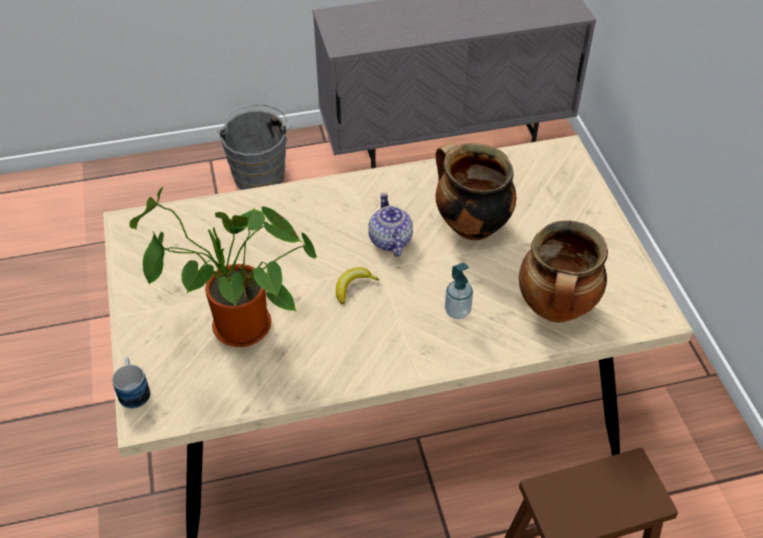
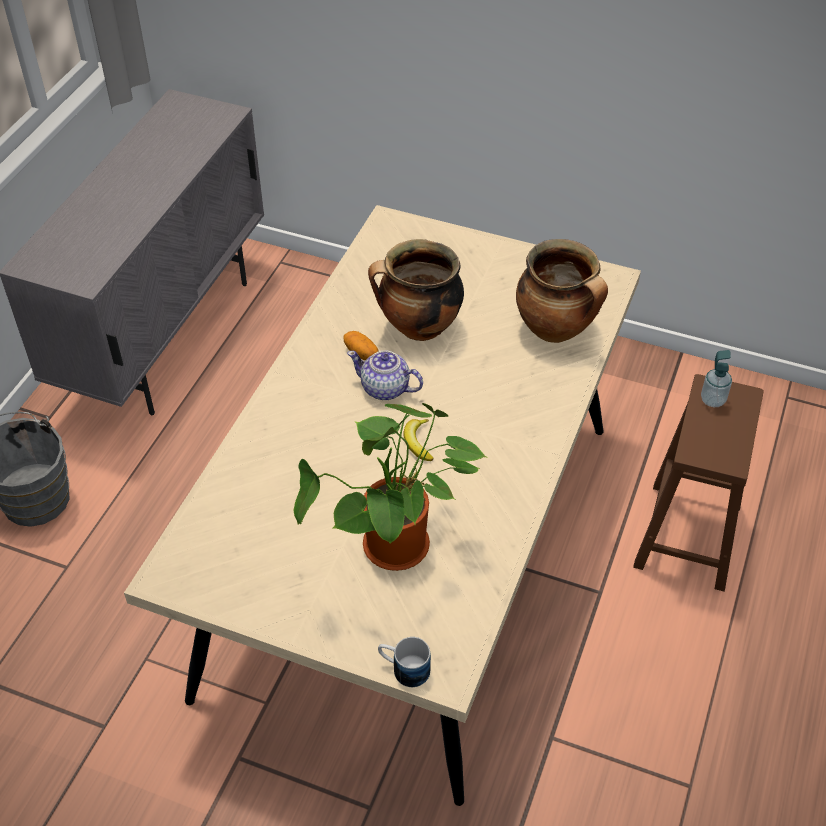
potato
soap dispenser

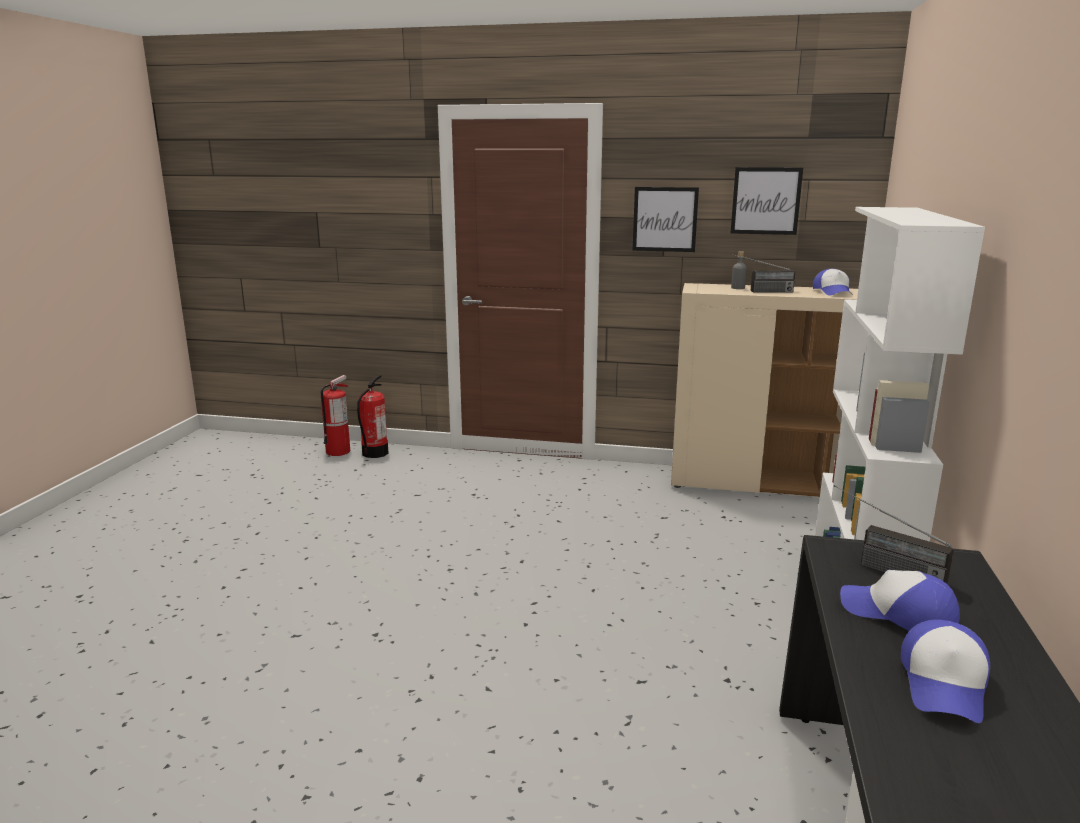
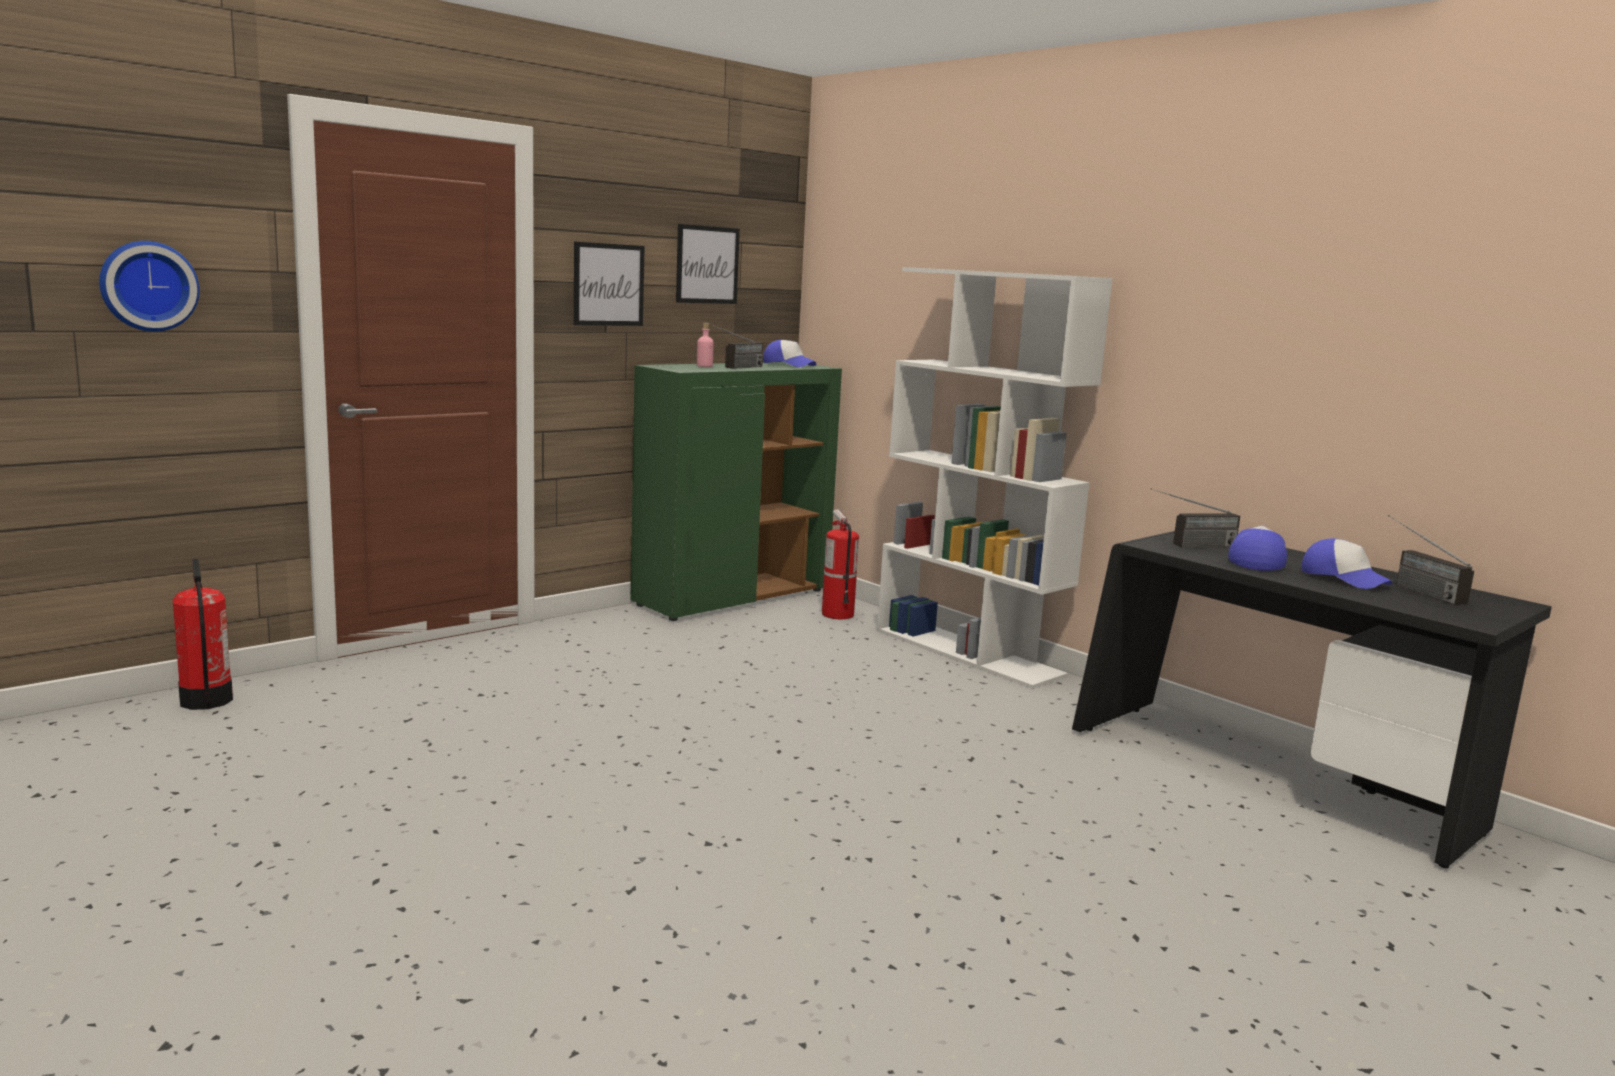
clock on the wall
radio receiver (no. 3 from left)
fire-fighting cylinder (no. 2 from left)
cabinet in greenish
bottle in pink
baseball cap (no. 2 from left)

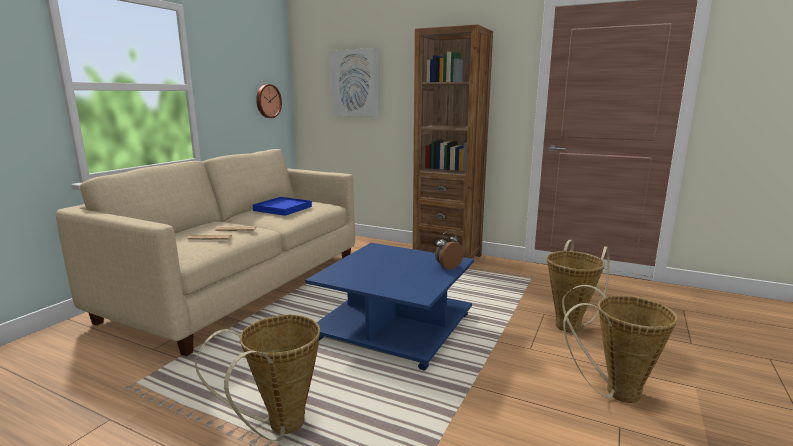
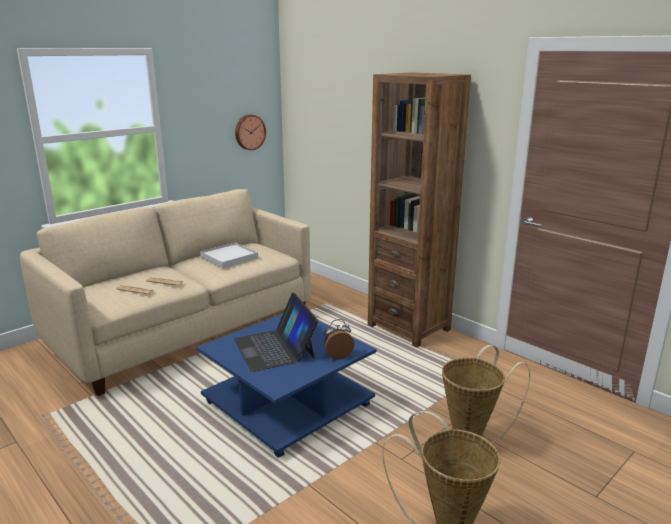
storage basket (no. 1 from left in the first image)
picture
notebook computer
serving tray in whitish

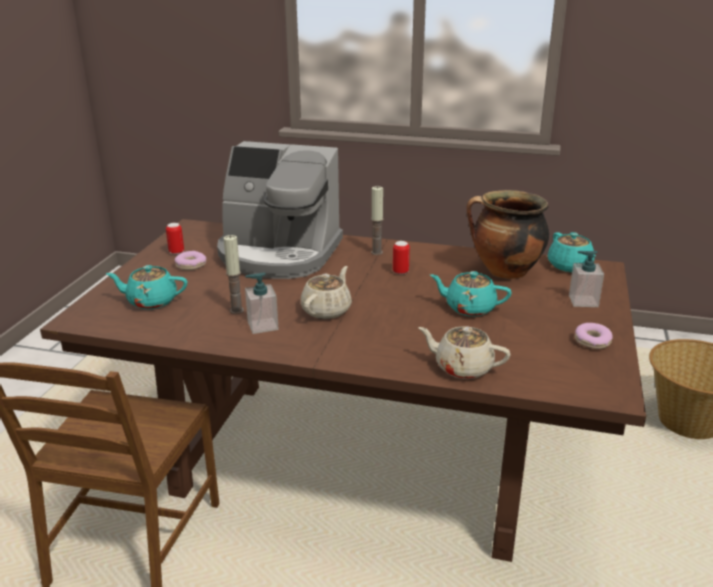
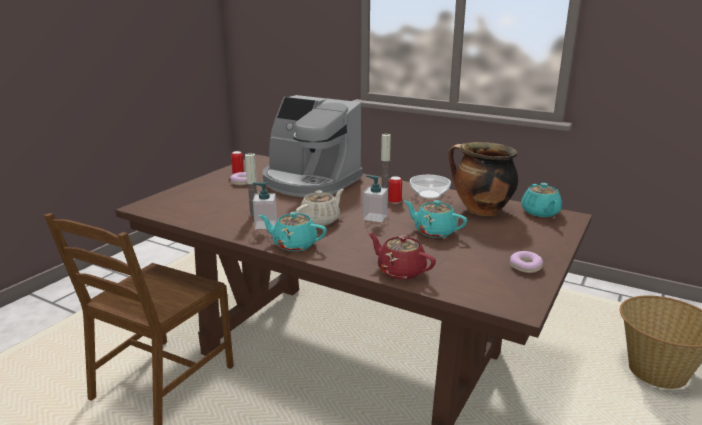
bowl
tea pot in turquoise-coloured (no. 1 from left)
soap dispenser (no. 2 from left)
tea pot in red-coloured

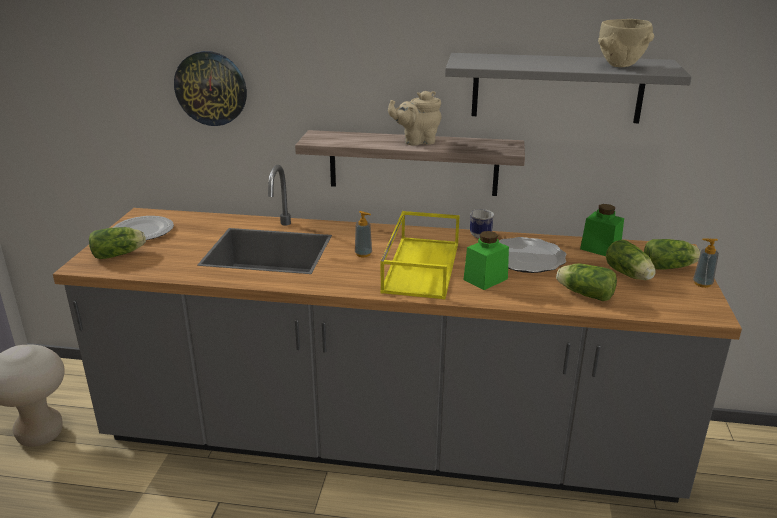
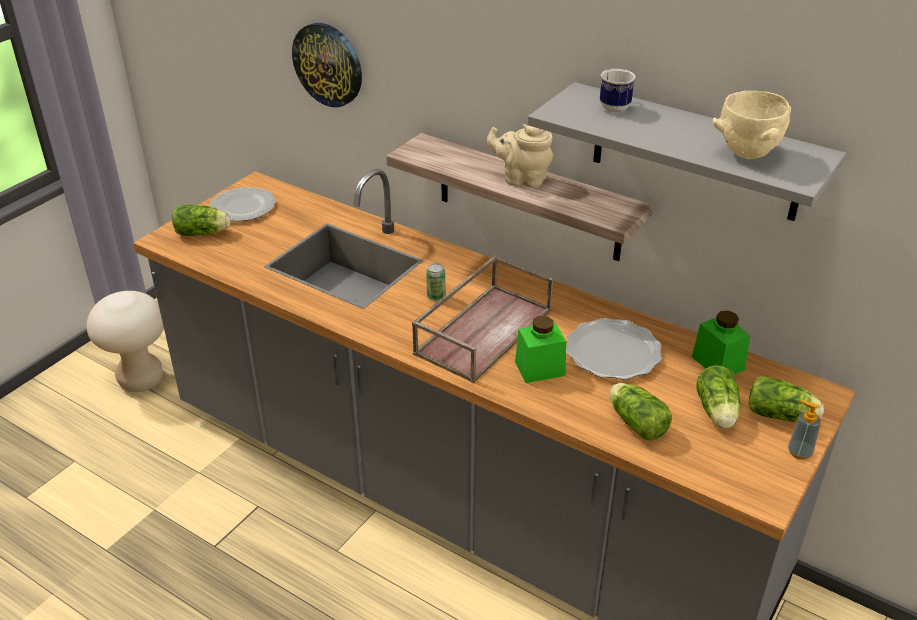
mug
sealed can
serving tray in brown-coloured

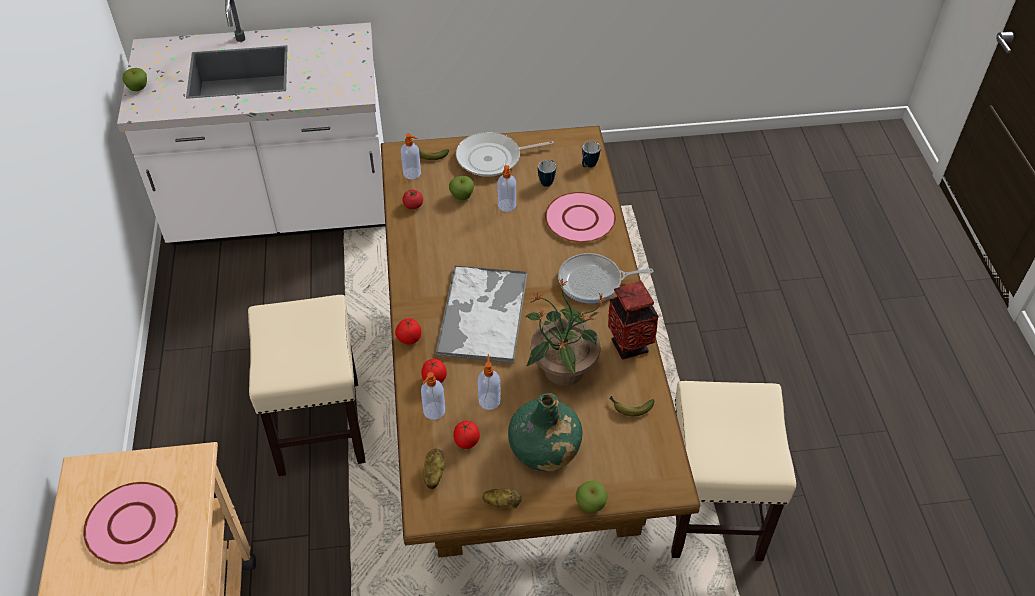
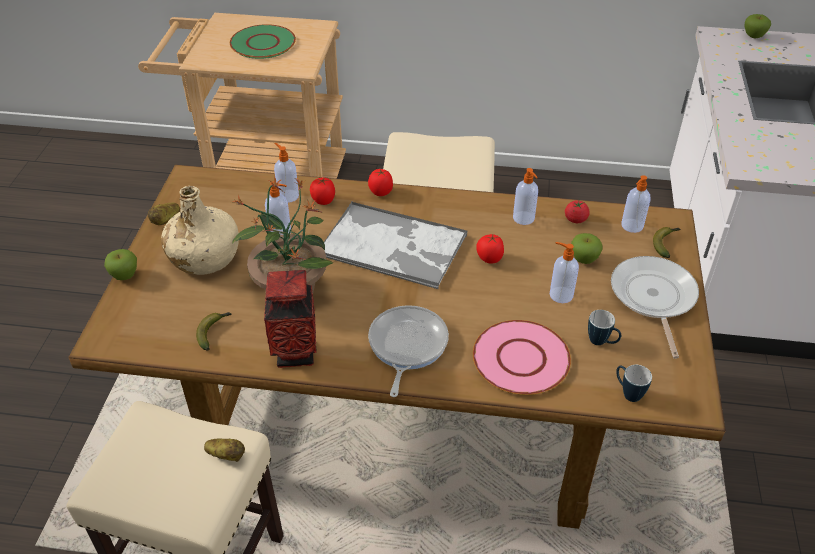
soap dispenser (no. 3 from left)
potato (no. 2 from left)
tomato (no. 3 from left)
dinner plate in greenish
bottle in sand-coloured

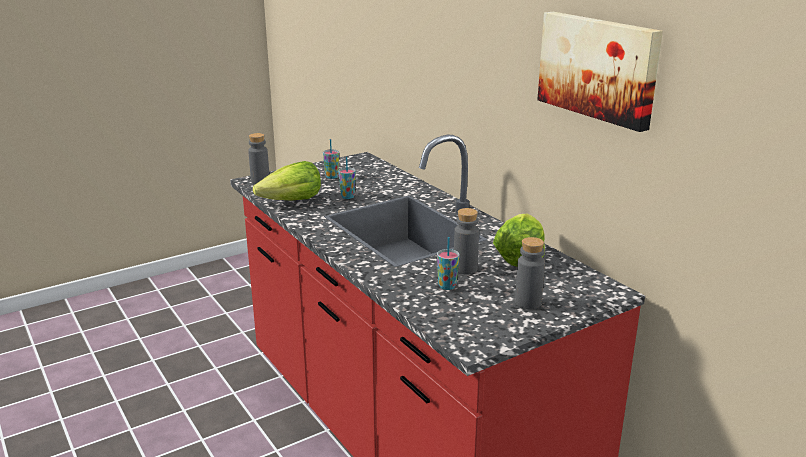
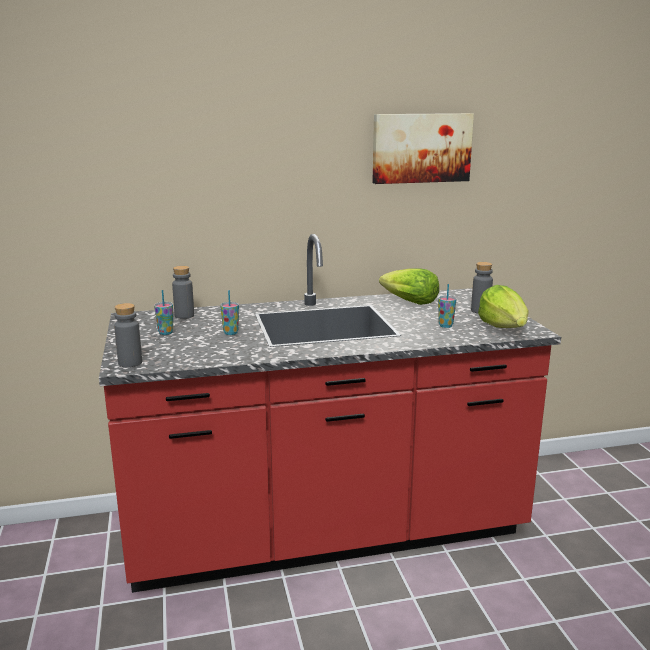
lettuce (no. 2 from left)
bottle in greyish (no. 2 from left)

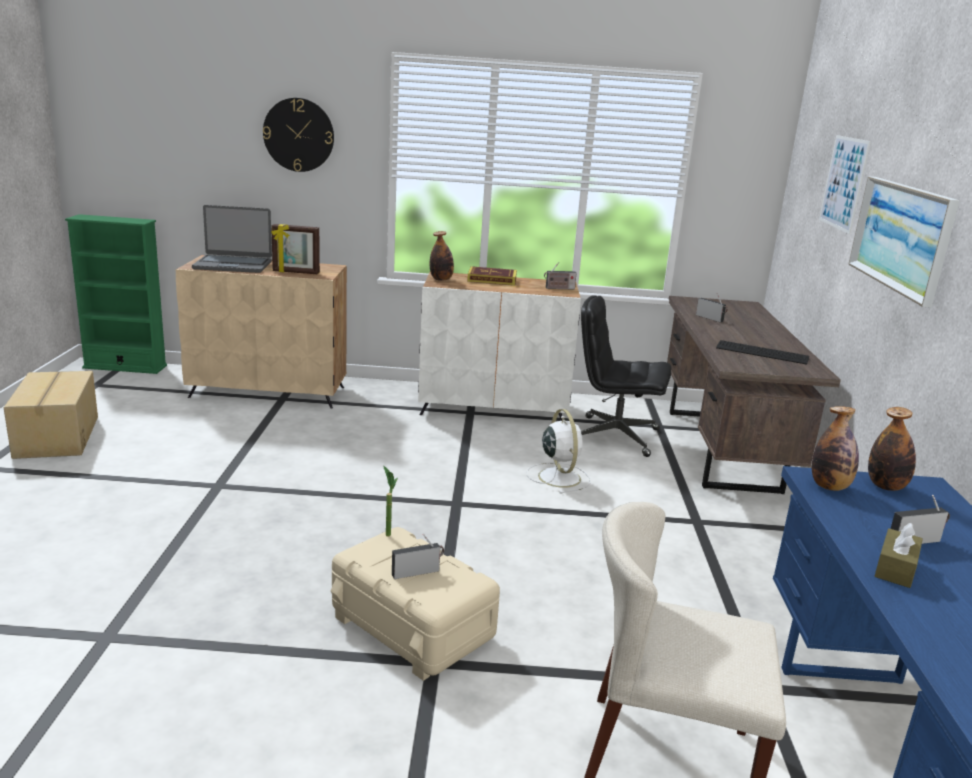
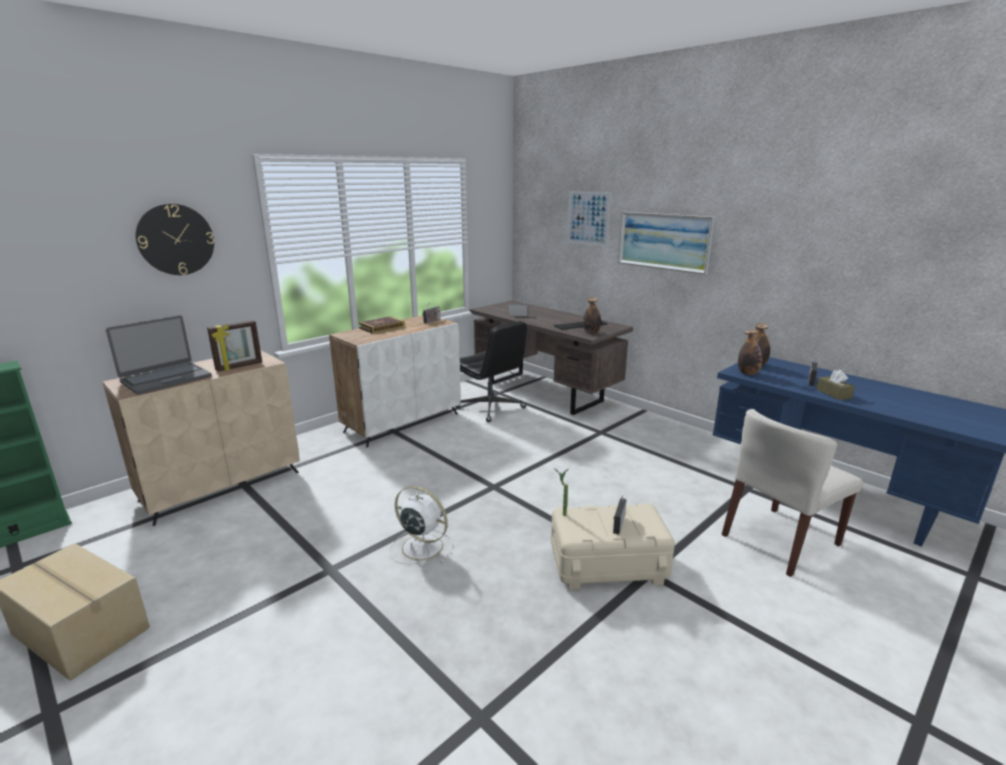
bottle (no. 1 from left)
electric fan in whitish
computer chair in blackish

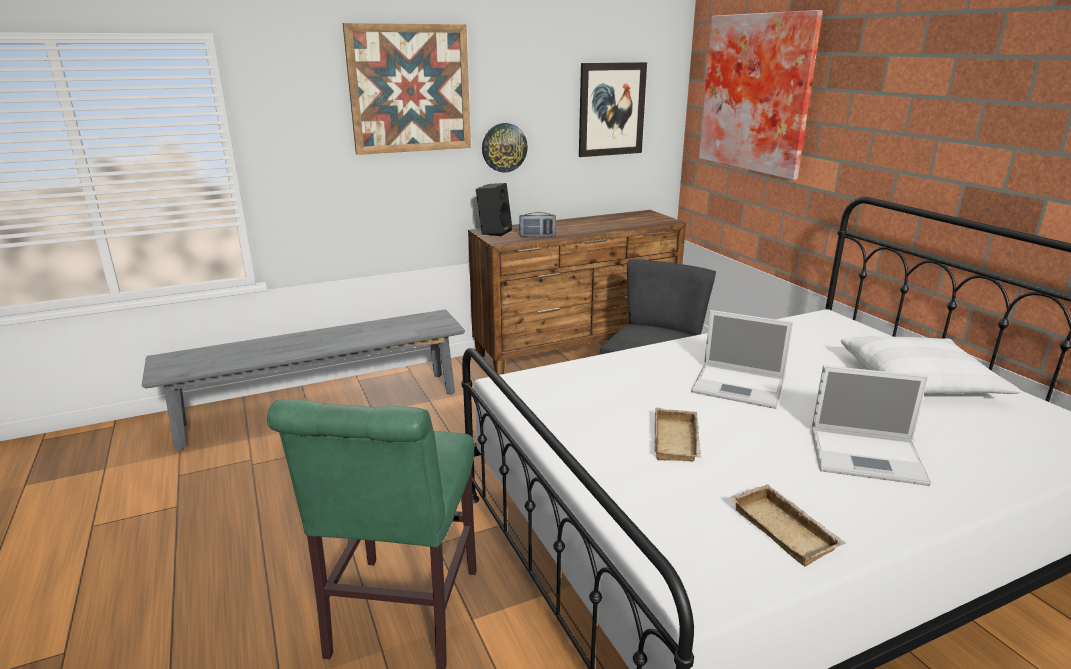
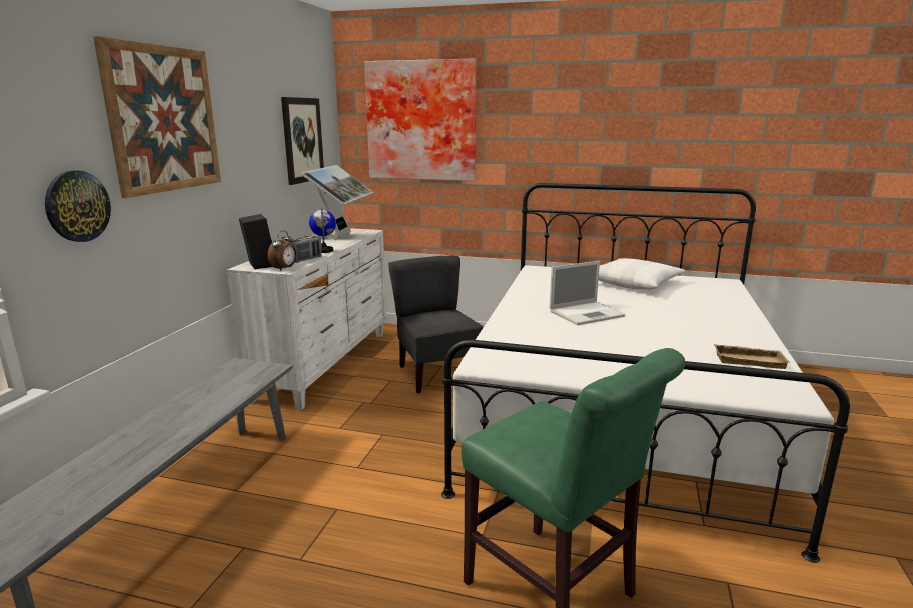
serving tray in sand-coloured (no. 1 from left in the first image)
notebook computer (no. 2 from left in the first image)
bedside clock
monitor
desk globe
clock on the wall
chest of drawers in whitish

